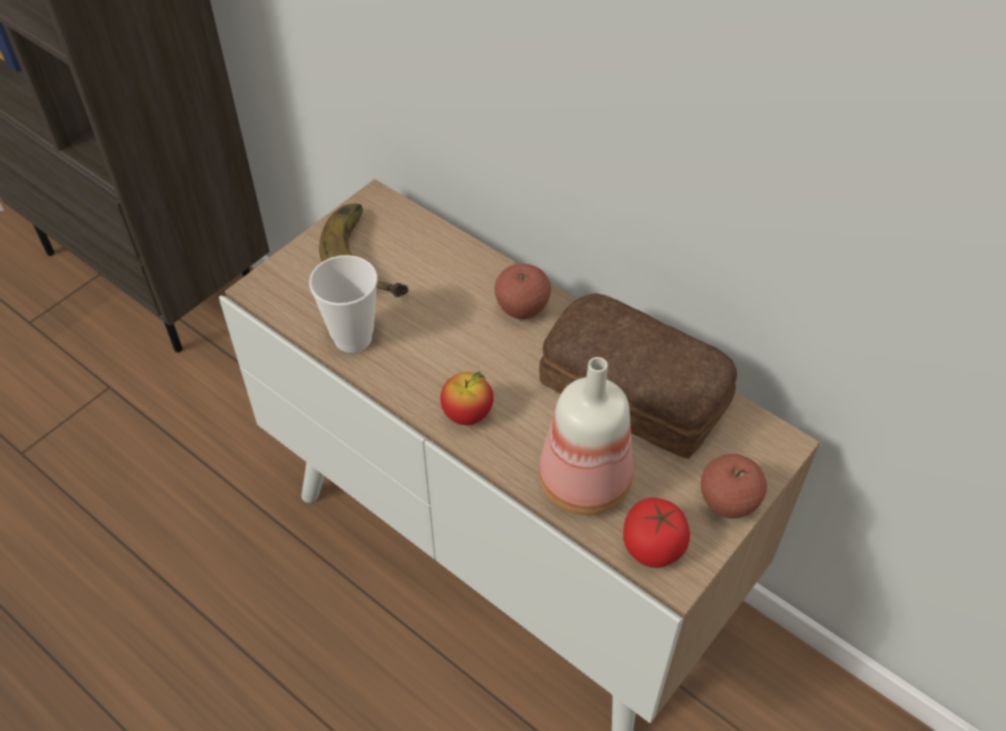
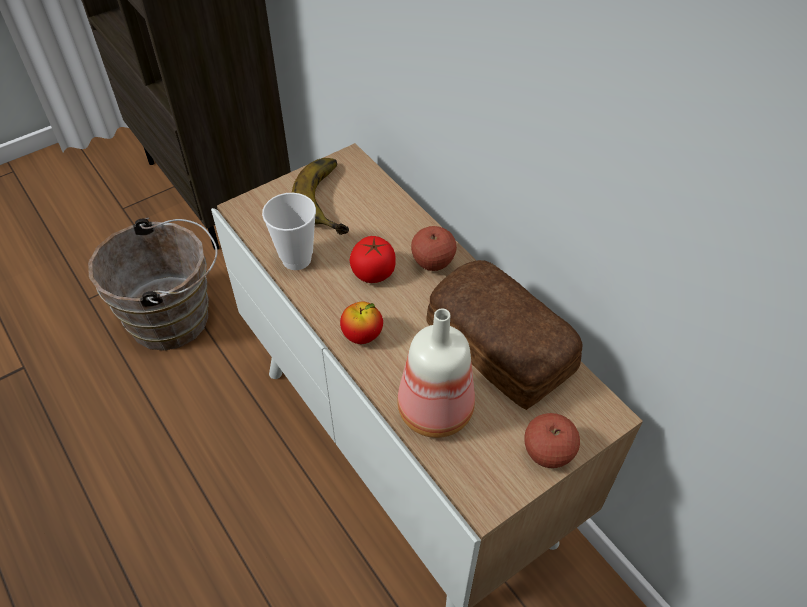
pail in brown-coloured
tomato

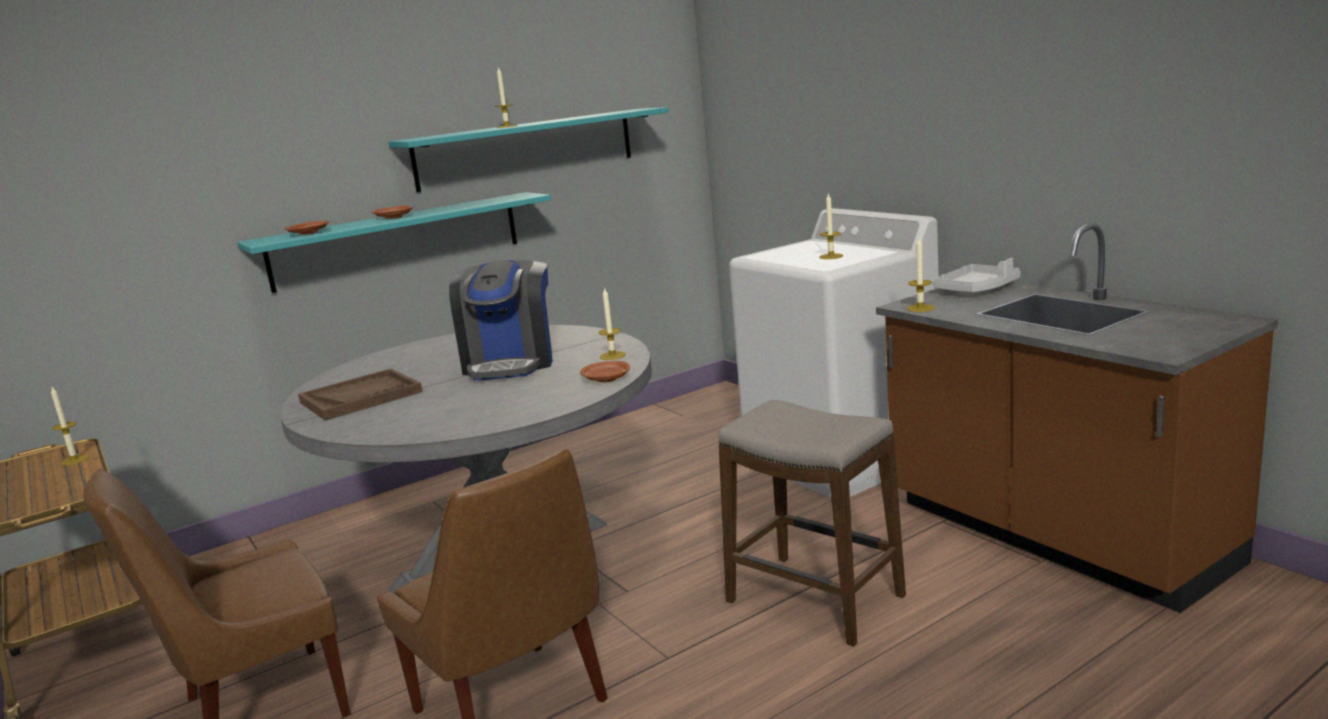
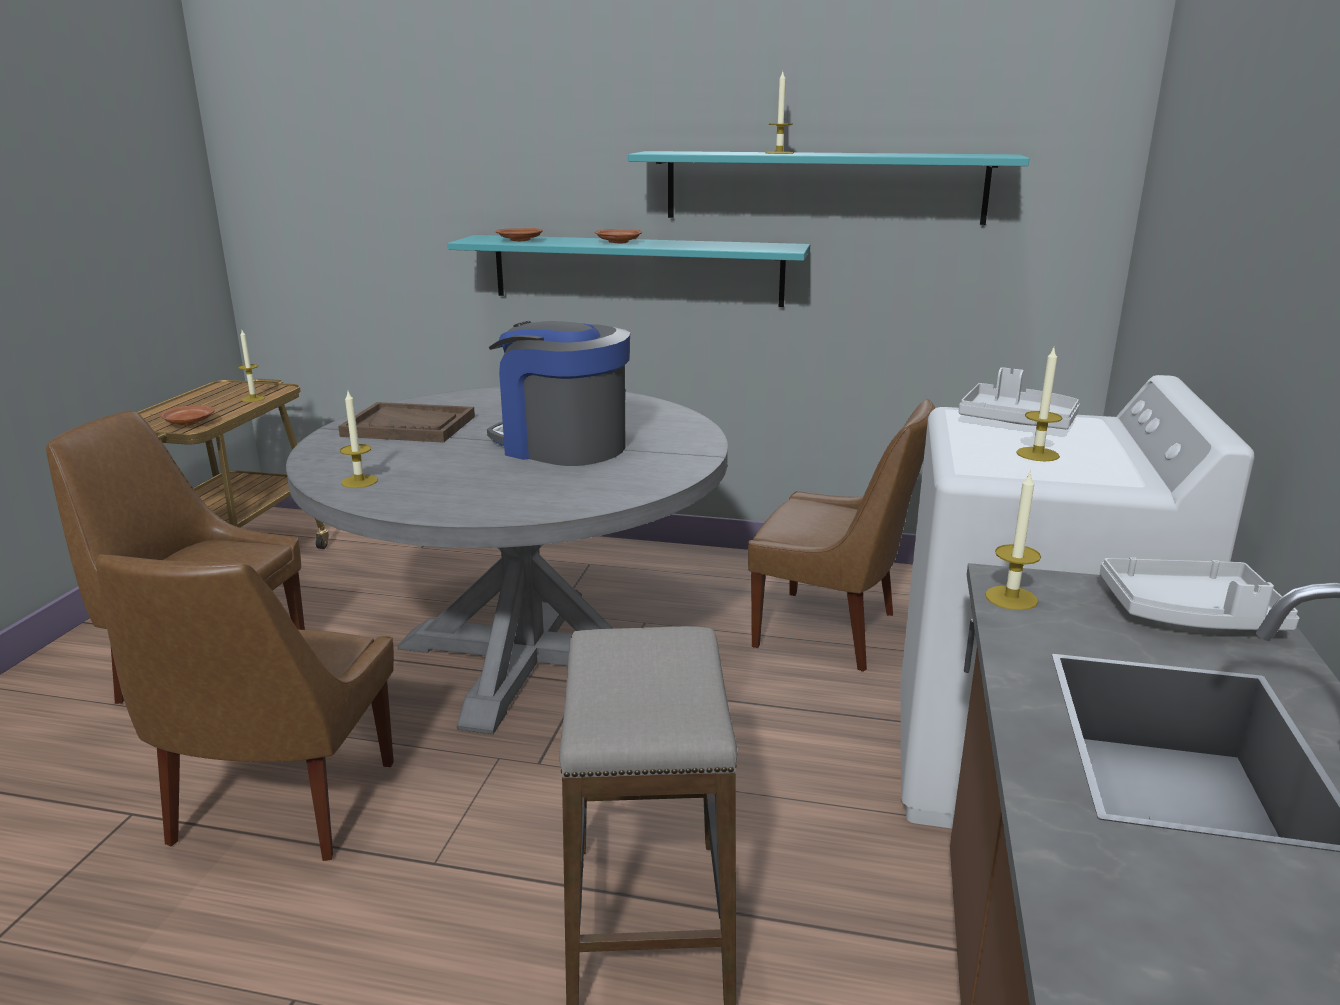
upright chair in brown-coloured (no. 3 from left)
serving tray in greyish (no. 1 from left)
dinner plate in brown-coloured (no. 1 from left)
candle (no. 2 from left)
coffee maker

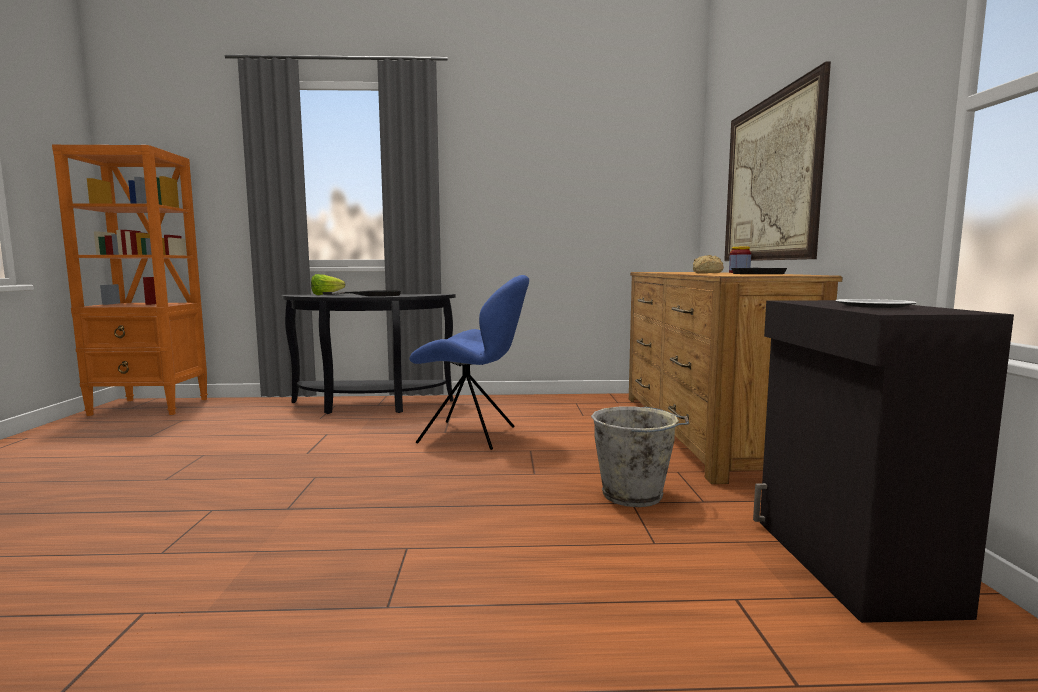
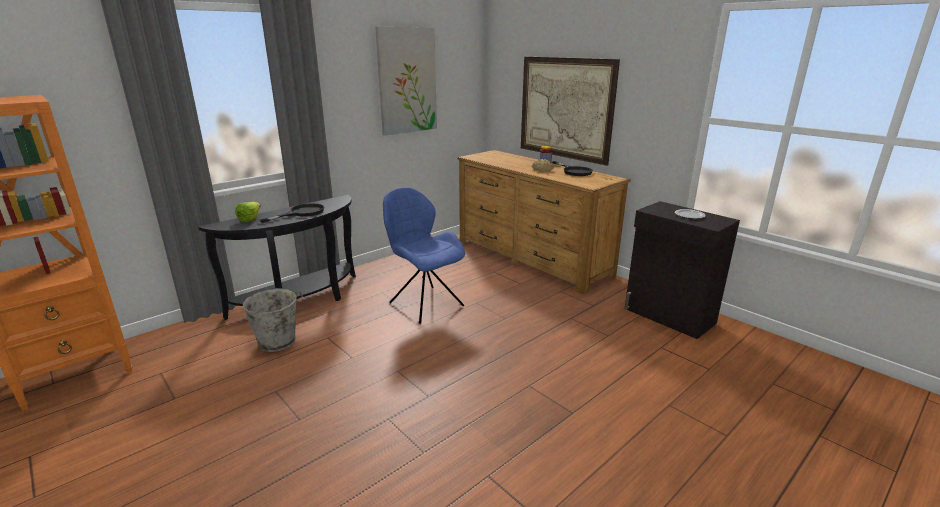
picture (no. 1 from left)
pail in greyish
upright chair in blue

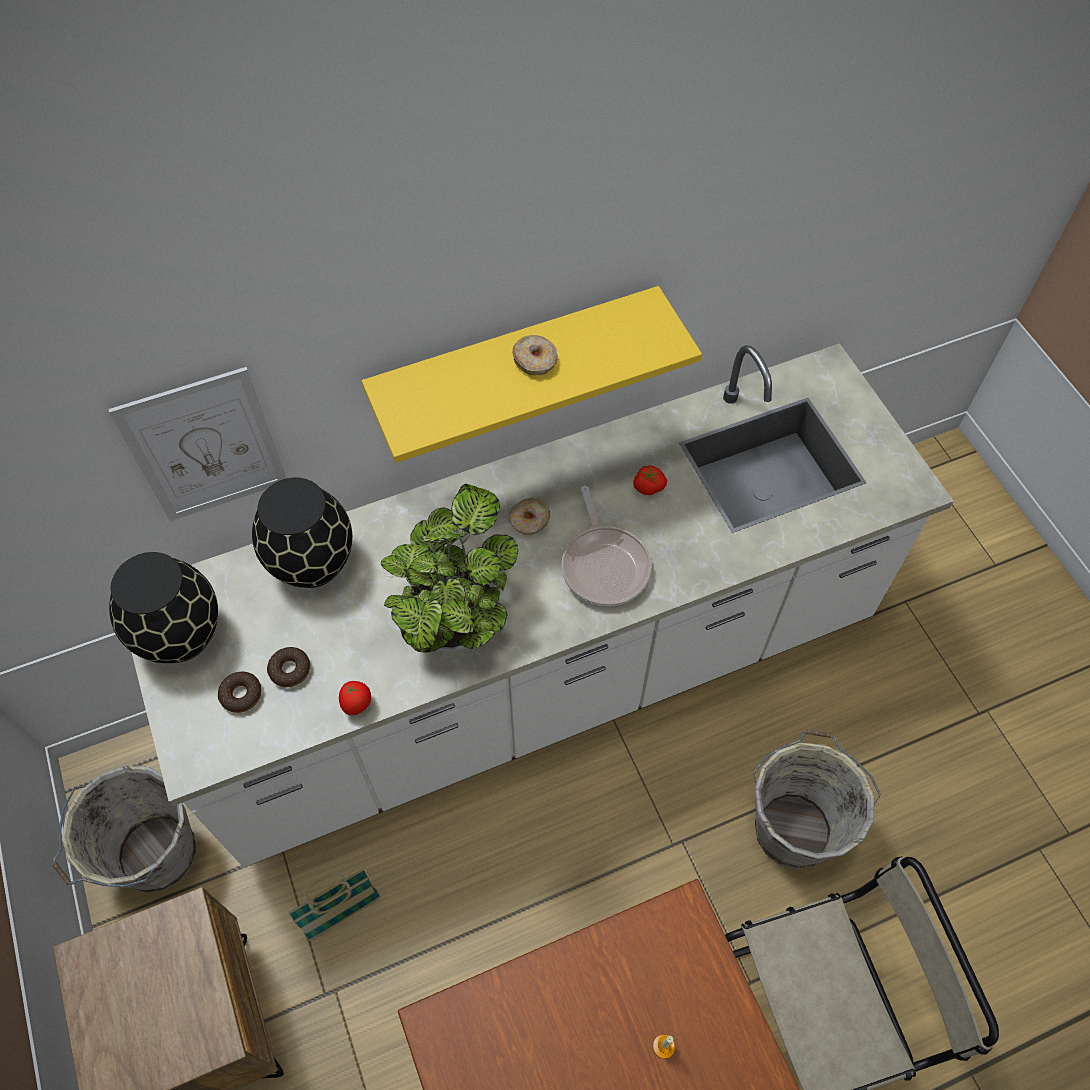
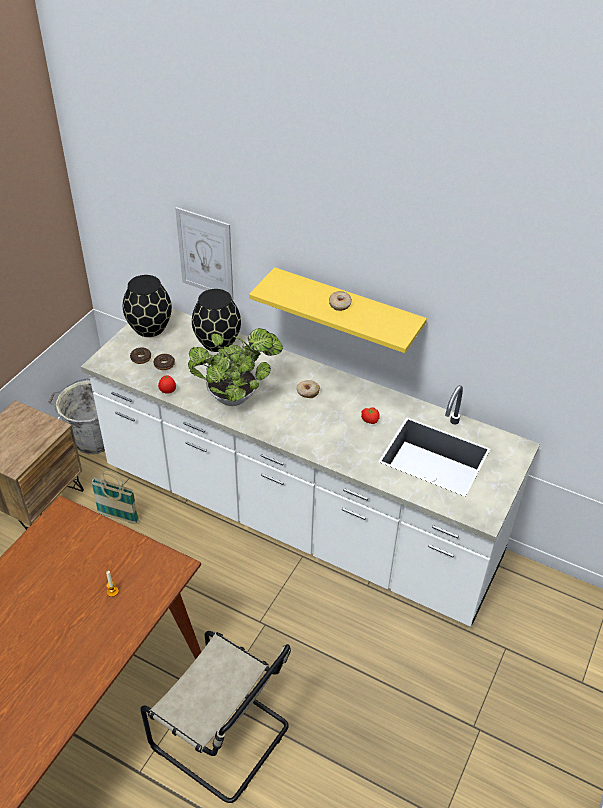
skillet
pail in greyish (no. 2 from left in the first image)

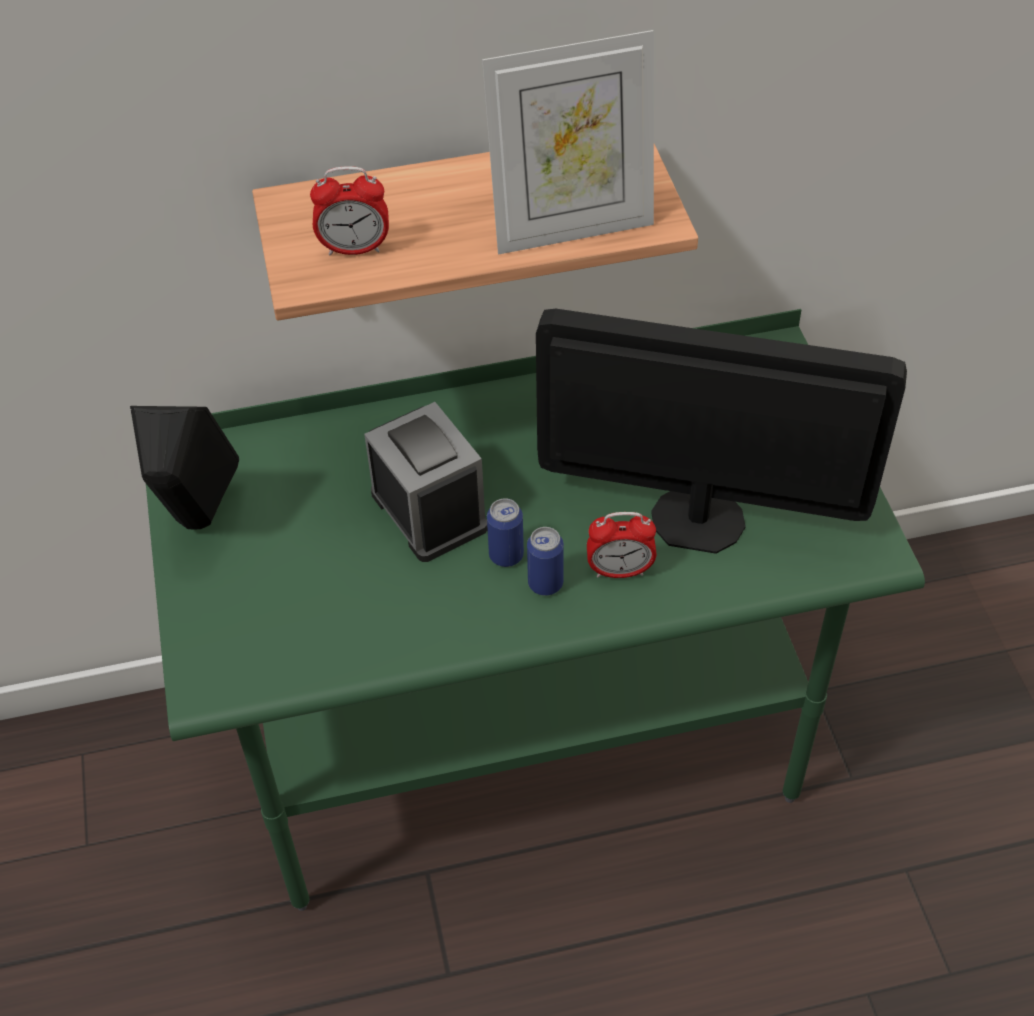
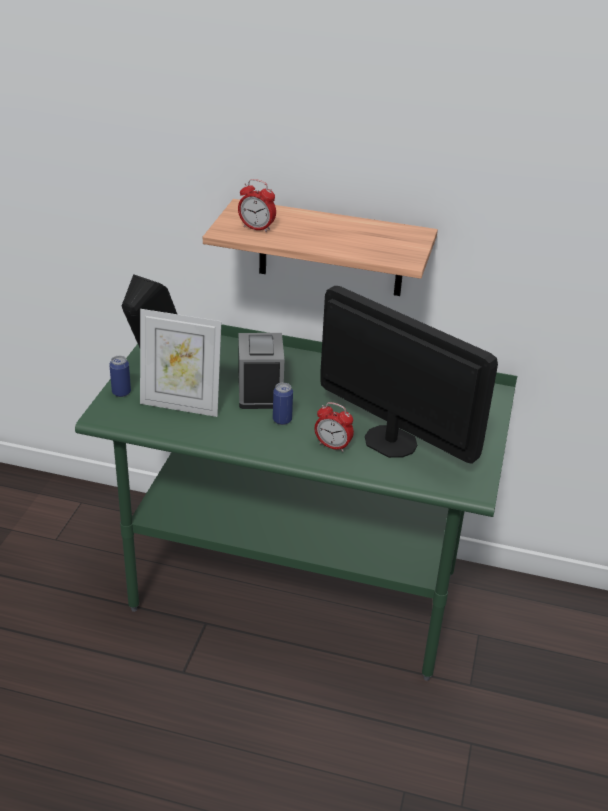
photo frame
sealed can (no. 1 from left)

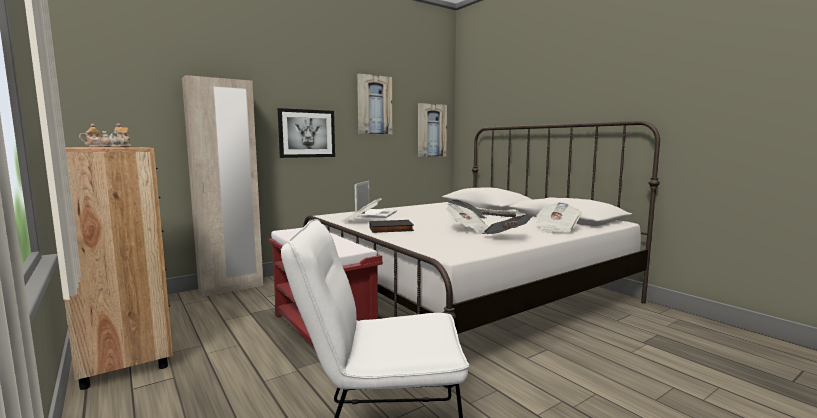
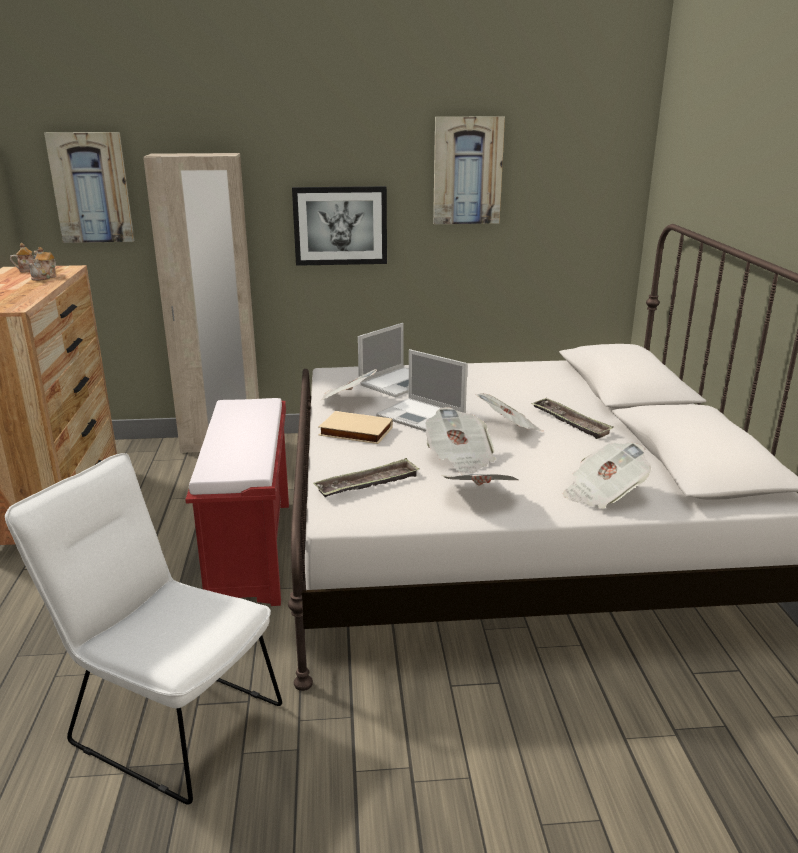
serving tray (no. 1 from left)
notebook computer (no. 2 from left)
picture (no. 1 from left)
book in sand-coloured

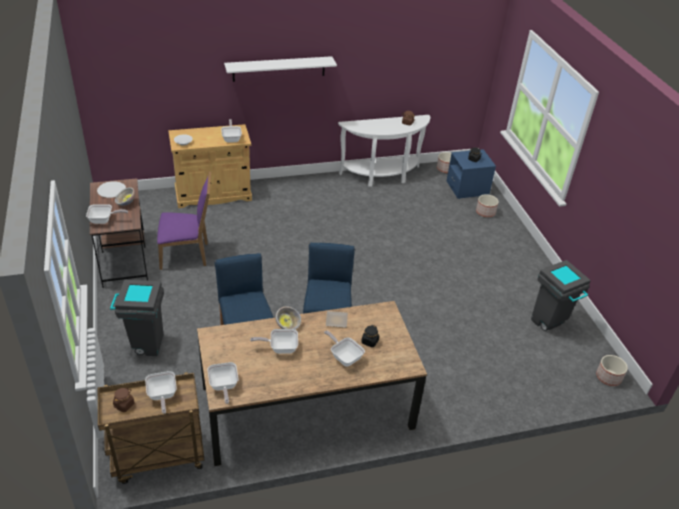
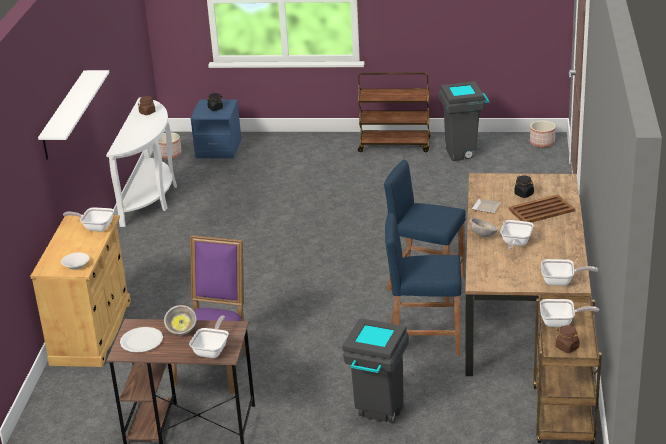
planter (no. 2 from left in the first image)
cart in brown-coloured (no. 1 from left)
serving tray in brown-coloured

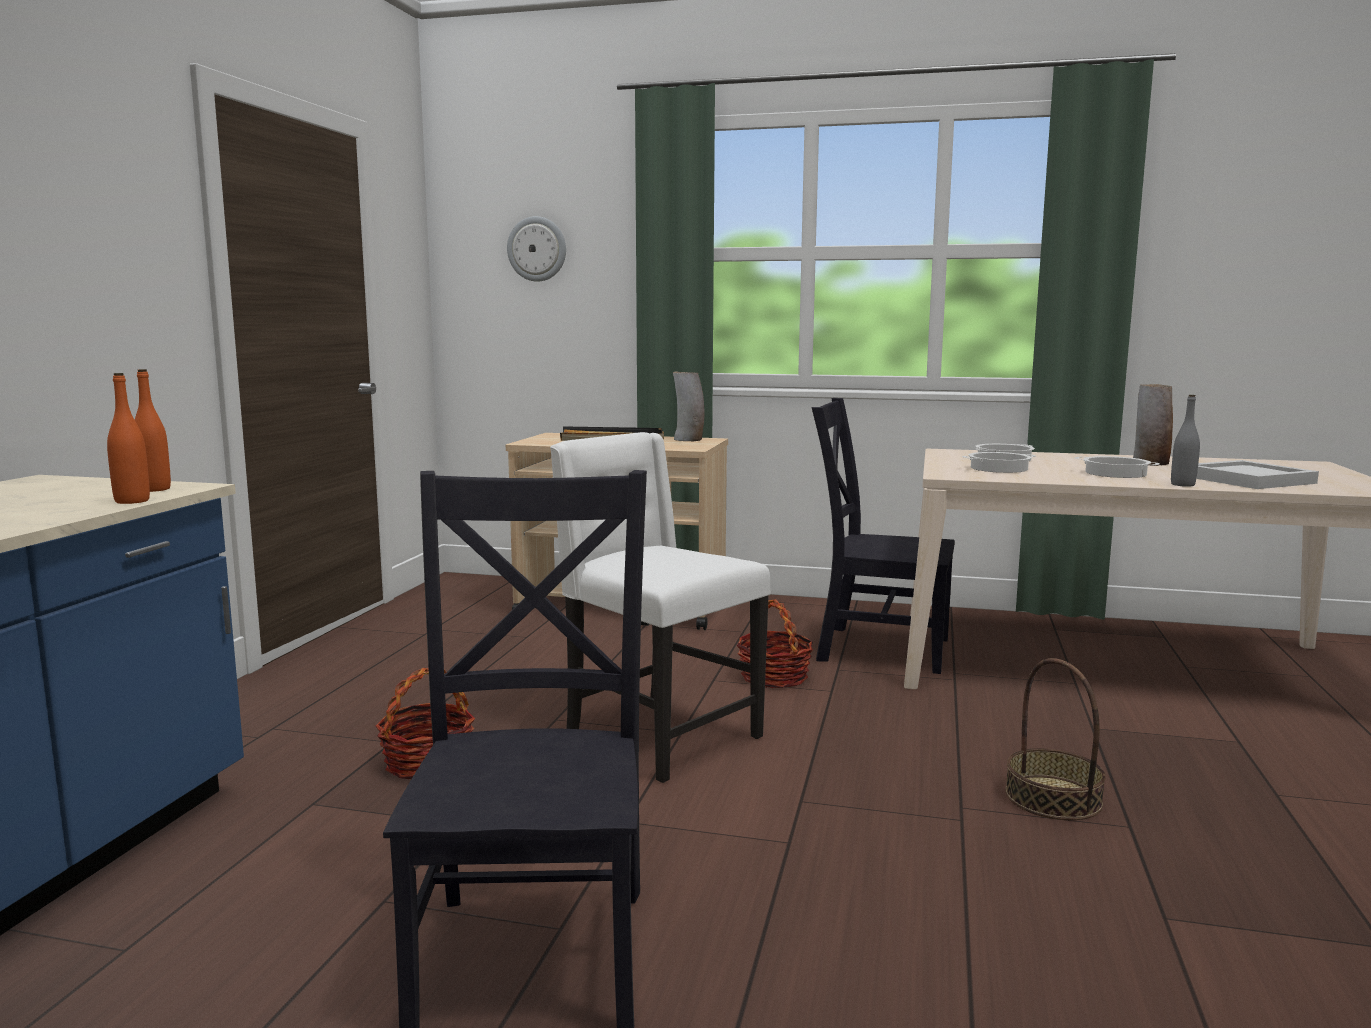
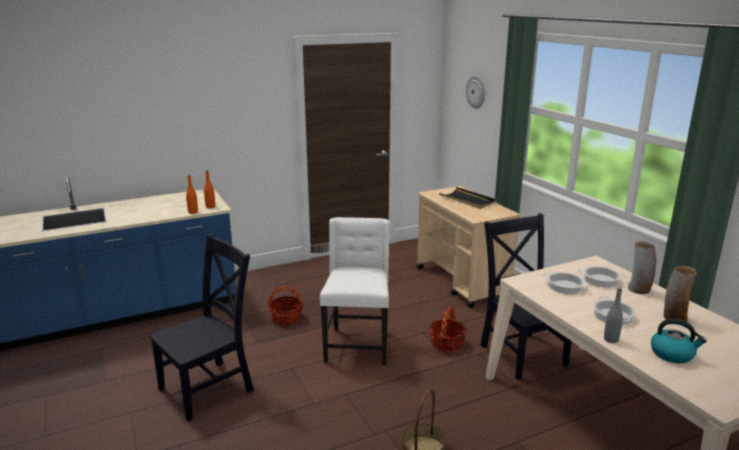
flower vase (no. 1 from left)
water kettle

